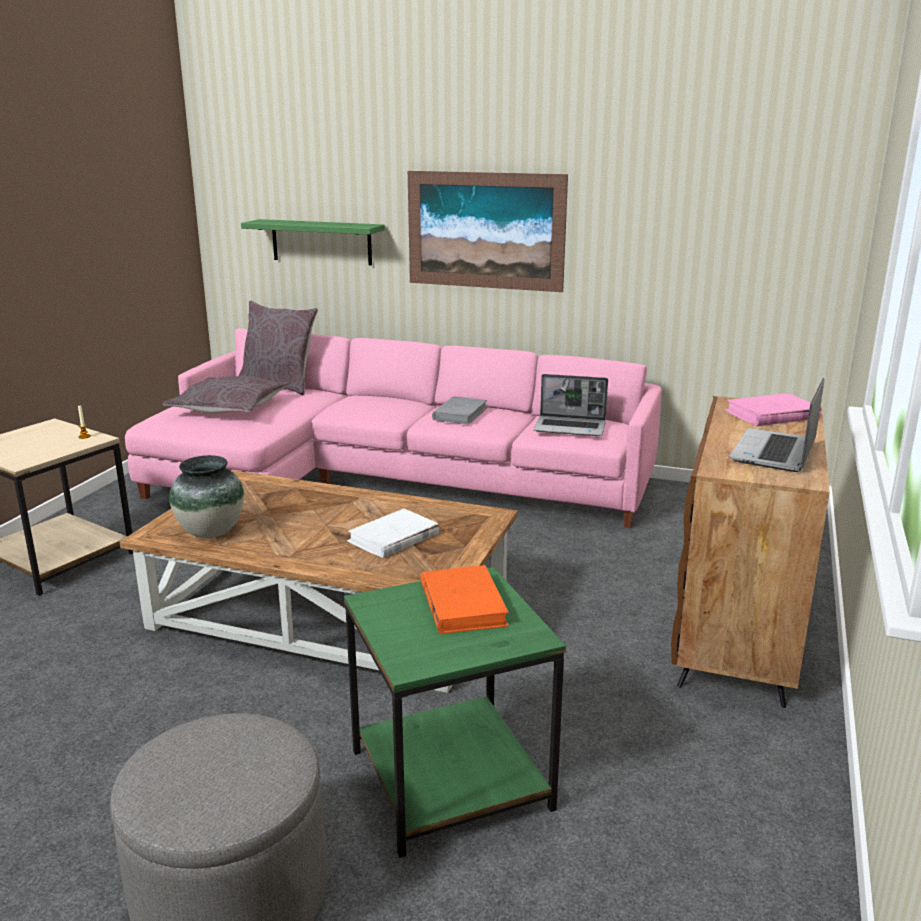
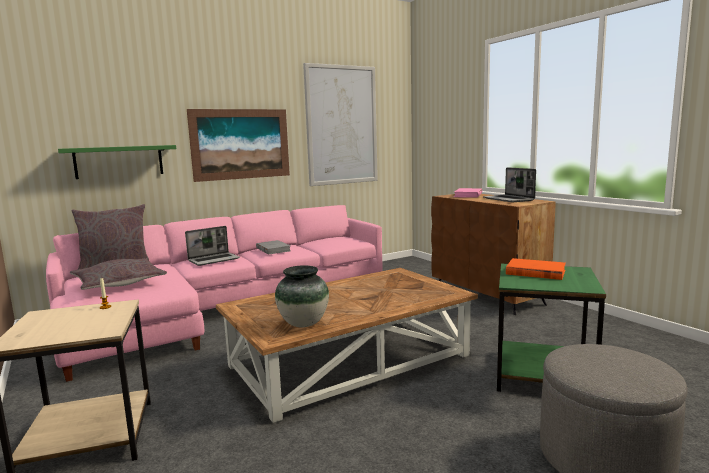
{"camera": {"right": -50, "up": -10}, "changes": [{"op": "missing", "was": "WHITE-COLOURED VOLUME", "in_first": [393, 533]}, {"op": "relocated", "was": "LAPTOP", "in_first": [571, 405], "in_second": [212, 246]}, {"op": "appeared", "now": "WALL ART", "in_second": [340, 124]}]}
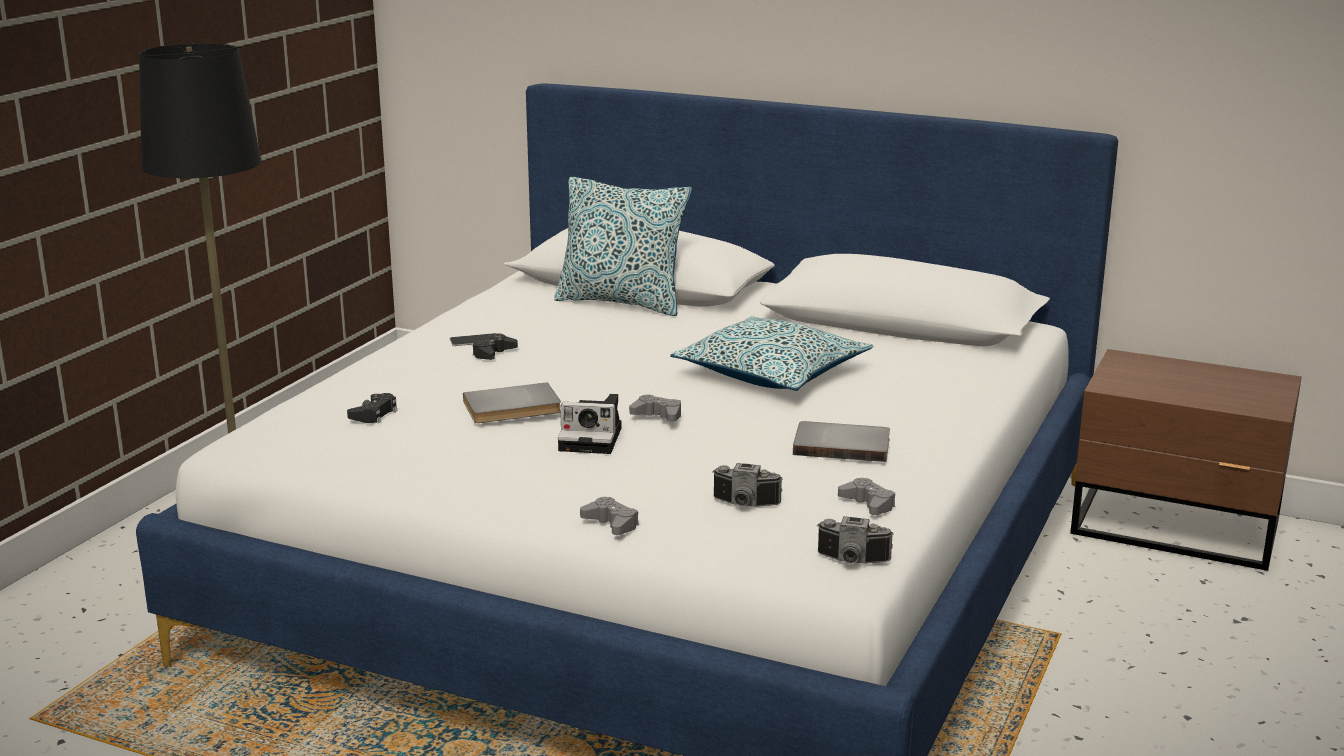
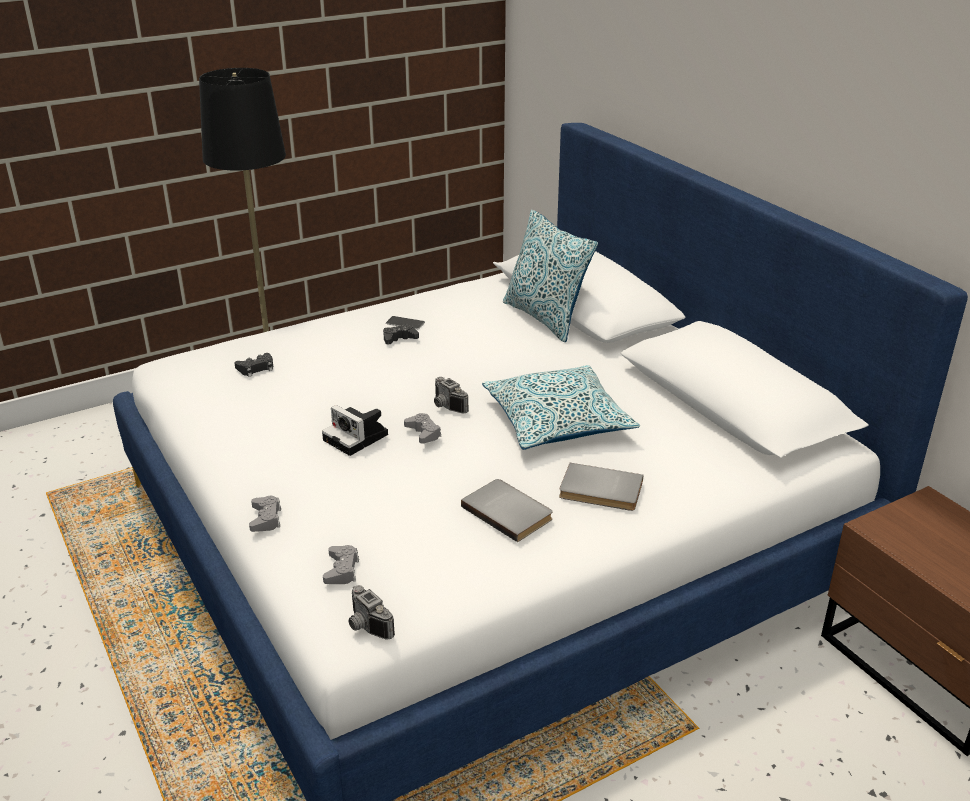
{"camera": {"right": 35, "up": 10}, "changes": [{"op": "relocated", "was": "GREYISH VOLUME", "in_first": [512, 402], "in_second": [601, 487]}, {"op": "relocated", "was": "STILL CAMERA", "in_first": [747, 485], "in_second": [451, 395]}, {"op": "relocated", "was": "GREYISH GAMEPAD", "in_first": [866, 496], "in_second": [341, 564]}]}
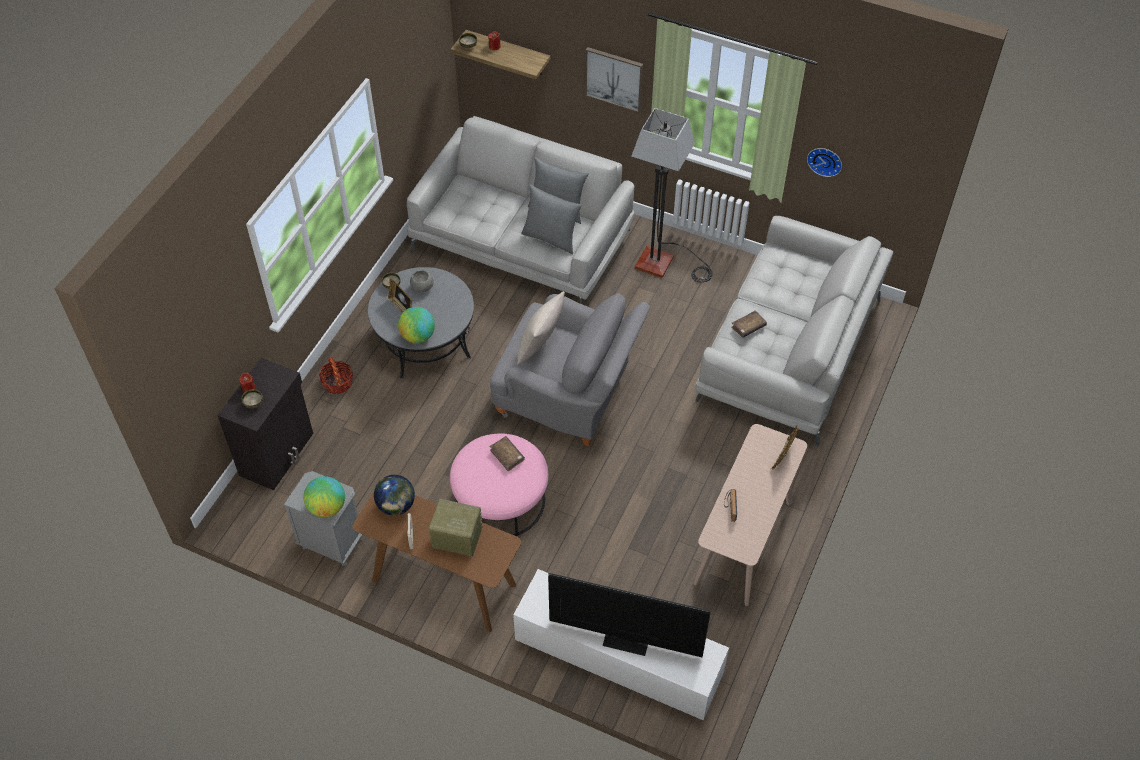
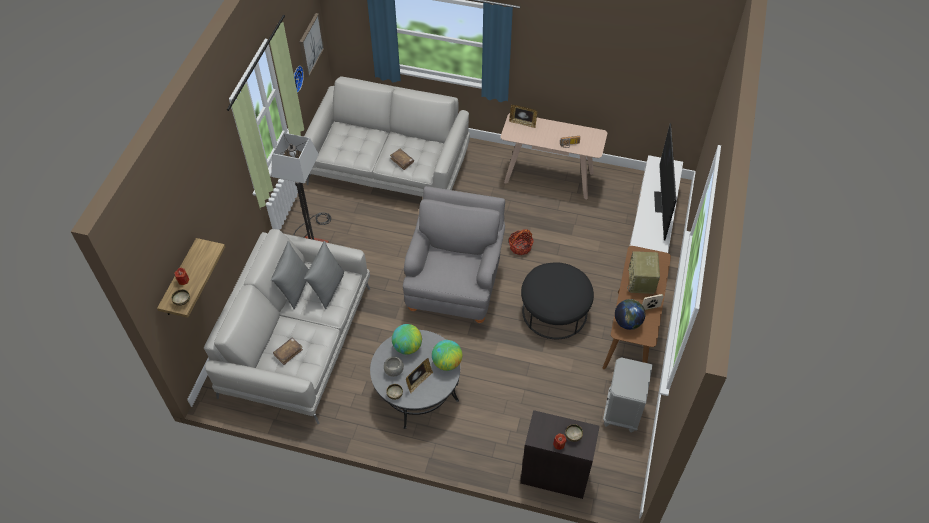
{"camera": {"right": -100, "up": 0}, "changes": [{"op": "relocated", "was": "WORLD GLOBE", "in_first": [324, 497], "in_second": [407, 339]}, {"op": "relocated", "was": "HOUSEHOLD BASKET", "in_first": [336, 375], "in_second": [521, 242]}, {"op": "colour", "was": "PINK-COLOURED OTTOMAN", "now": "BLACKISH OTTOMAN", "in_first": [499, 484], "in_second": [557, 300]}, {"op": "relocated", "was": "BROWN-COLOURED VOLUME", "in_first": [507, 454], "in_second": [288, 351]}, {"op": "missing", "was": "SAND-COLOURED PILLOW", "in_first": [541, 328]}, {"op": "relocated", "was": "WALL ART", "in_first": [614, 80], "in_second": [312, 45]}]}
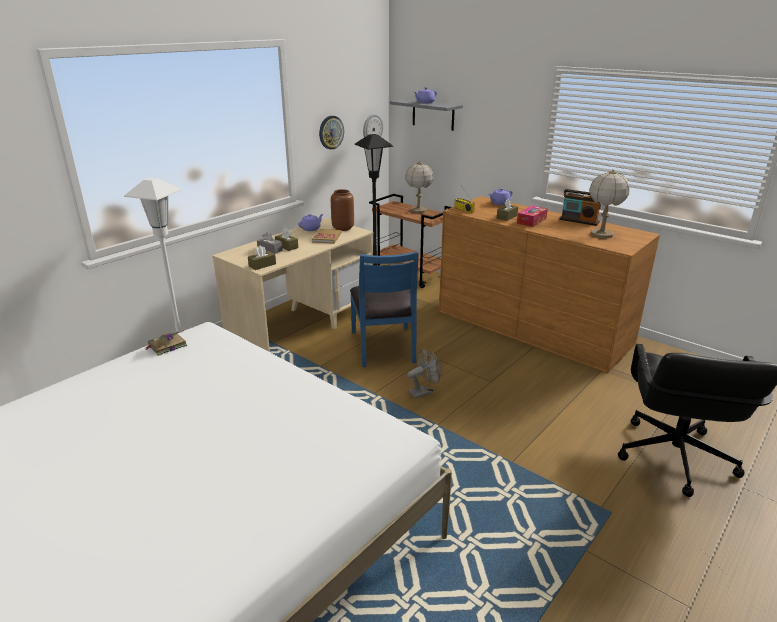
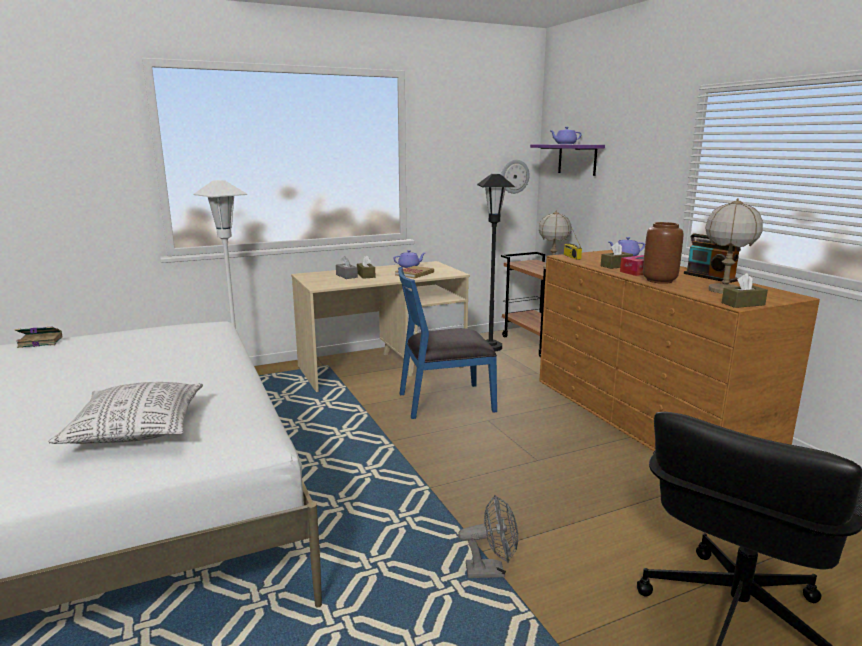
{"camera": {"right": 25, "up": -10}, "changes": [{"op": "relocated", "was": "VOLUME", "in_first": [166, 343], "in_second": [38, 337]}, {"op": "relocated", "was": "BROWN-COLOURED BOX OF TISSUES", "in_first": [262, 257], "in_second": [745, 290]}, {"op": "missing", "was": "WALL CLOCK", "in_first": [331, 133]}, {"op": "relocated", "was": "BROWN-COLOURED FLOWER VASE", "in_first": [342, 210], "in_second": [663, 253]}, {"op": "spun", "was": "BLUISH CHAIR", "in_first": [384, 309], "in_second": [447, 343], "clockwise": 60}, {"op": "colour", "was": "GREYISH BRACKET SHELF", "now": "PURPLE-COLOURED BRACKET SHELF", "in_first": [426, 115], "in_second": [567, 160]}, {"op": "relocated", "was": "GREYISH FAN", "in_first": [424, 374], "in_second": [488, 536]}, {"op": "appeared", "now": "PILLOW", "in_second": [125, 413]}]}
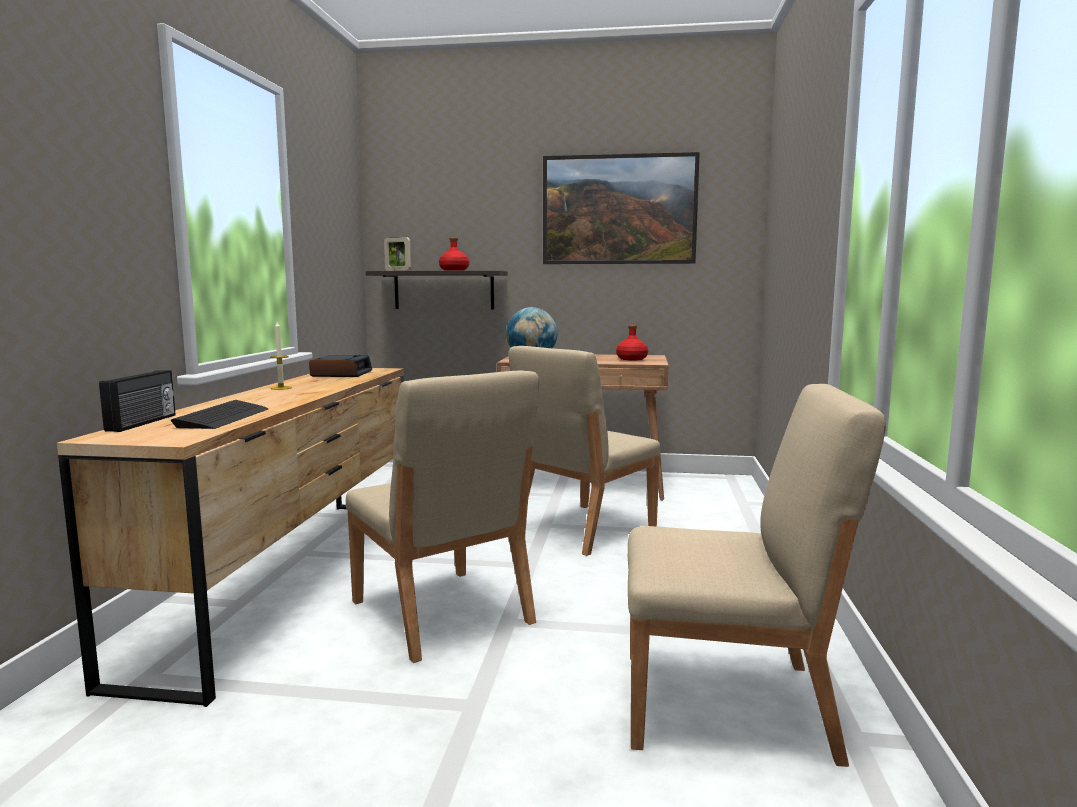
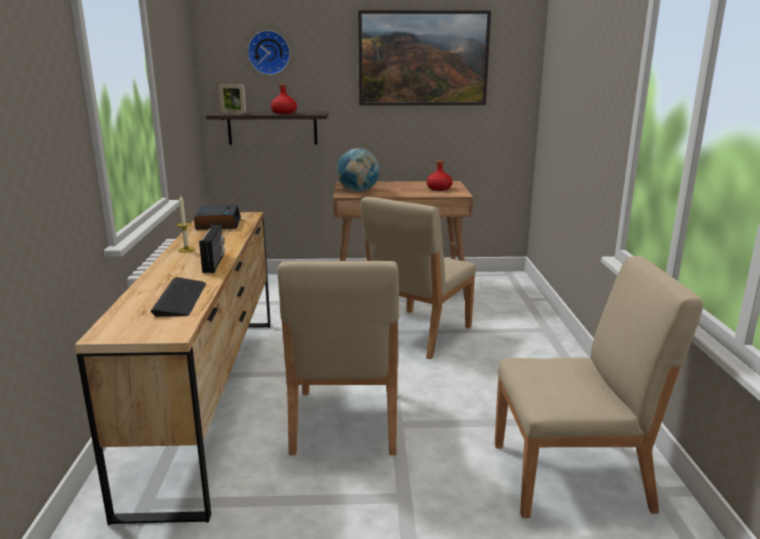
{"camera": {"right": -10, "up": 10}, "changes": [{"op": "relocated", "was": "RADIO", "in_first": [137, 401], "in_second": [212, 249]}, {"op": "spun", "was": "SAND-COLOURED CHAIR", "in_first": [442, 517], "in_second": [338, 358], "clockwise": 45}, {"op": "appeared", "now": "WALL CLOCK", "in_second": [269, 52]}]}
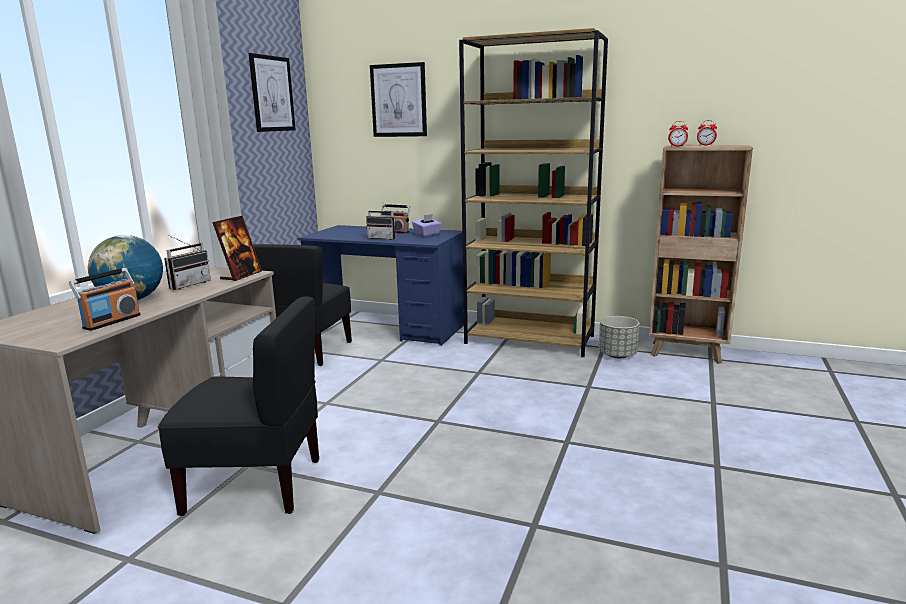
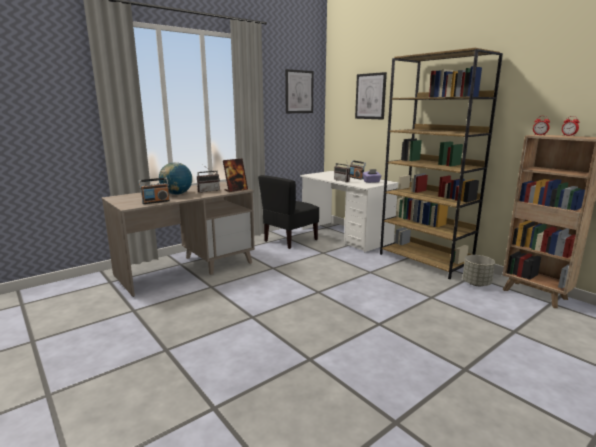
{"camera": {"right": 30, "up": 0}, "changes": [{"op": "missing", "was": "BLACKISH CHAIR", "in_first": [238, 406]}, {"op": "colour", "was": "BLUISH DESK", "now": "WHITE-COLOURED DESK", "in_first": [381, 285], "in_second": [349, 211]}]}
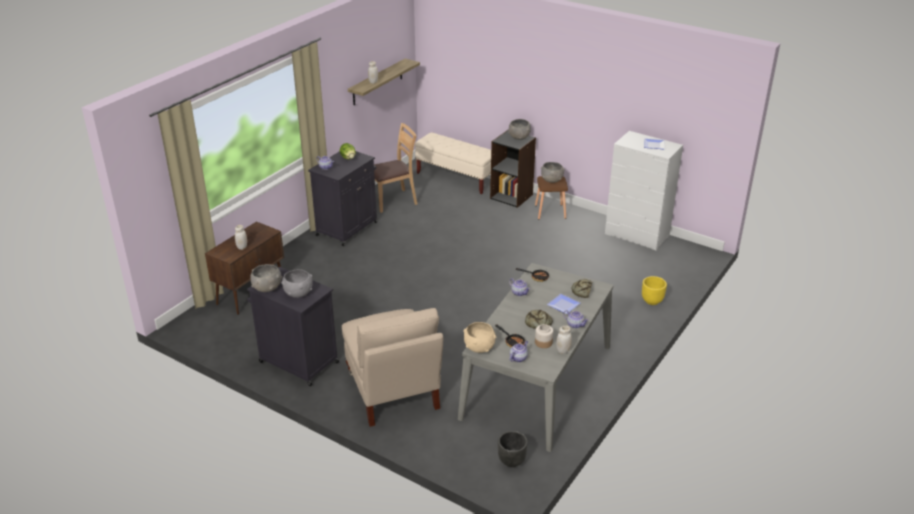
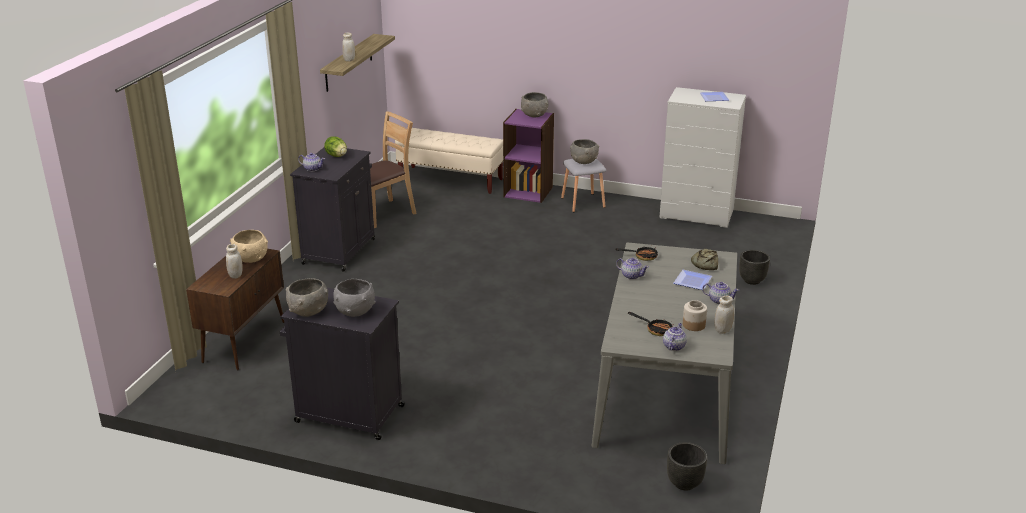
{"camera": {"right": -15, "up": -5}, "changes": [{"op": "missing", "was": "SAND-COLOURED CHAIR", "in_first": [392, 367]}, {"op": "relocated", "was": "SAND-COLOURED DEEP DISH", "in_first": [479, 337], "in_second": [249, 246]}, {"op": "colour", "was": "BLACKISH SHELVING UNIT", "now": "PURPLE-COLOURED SHELVING UNIT", "in_first": [513, 169], "in_second": [528, 156]}, {"op": "missing", "was": "BREAD", "in_first": [539, 319]}, {"op": "colour", "was": "BROWN-COLOURED SITTING STOOL", "now": "GREYISH SITTING STOOL", "in_first": [551, 198], "in_second": [583, 185]}, {"op": "colour", "was": "YELLOW PLANTER", "now": "BLACKISH PLANTER", "in_first": [654, 290], "in_second": [754, 267]}]}
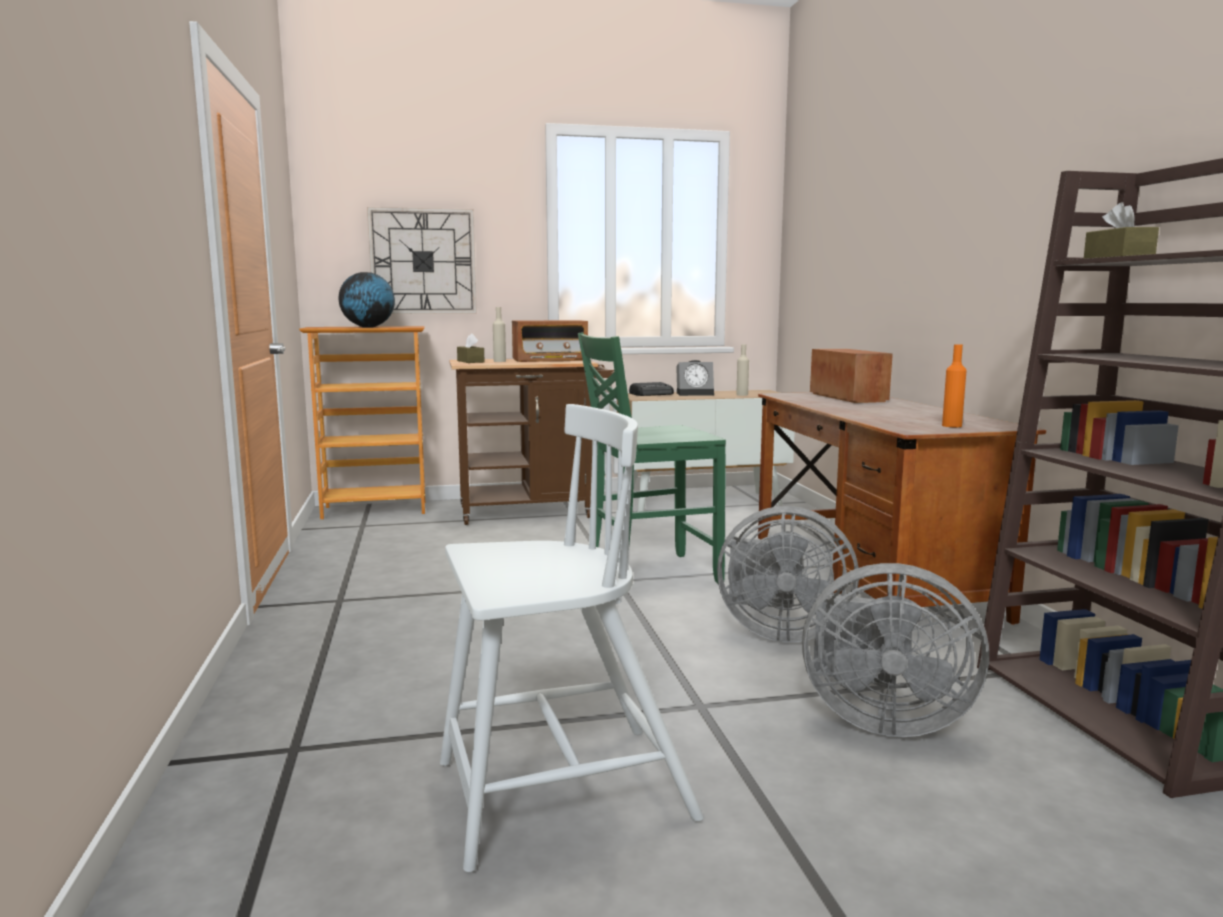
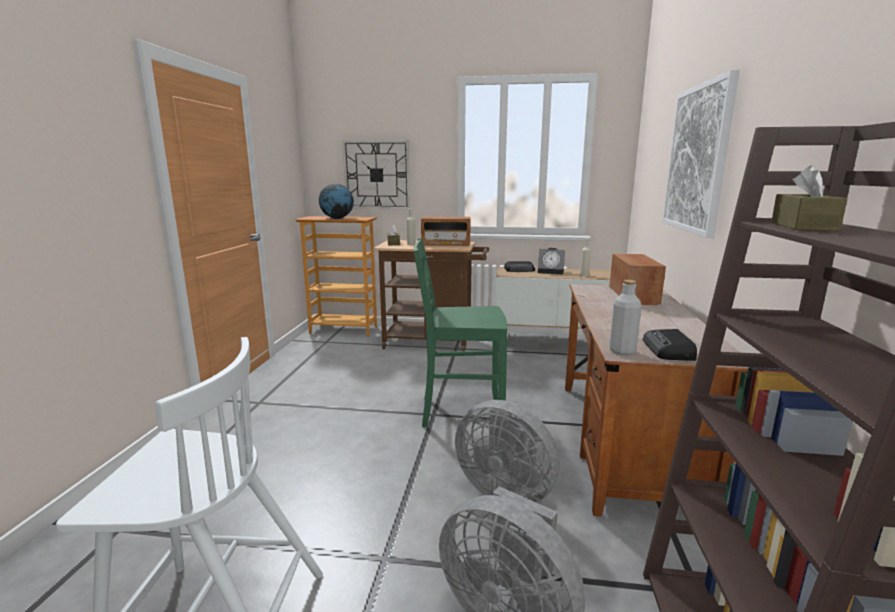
{"camera": {"right": 20, "up": 5}, "changes": [{"op": "exchanged", "was": "ORANGEY BEVERAGE BOTTLE", "now": "RADIO", "in_first": [954, 385], "in_second": [670, 345]}, {"op": "appeared", "now": "GREYISH BEVERAGE BOTTLE", "in_second": [625, 317]}, {"op": "appeared", "now": "WALL ART", "in_second": [701, 154]}]}
